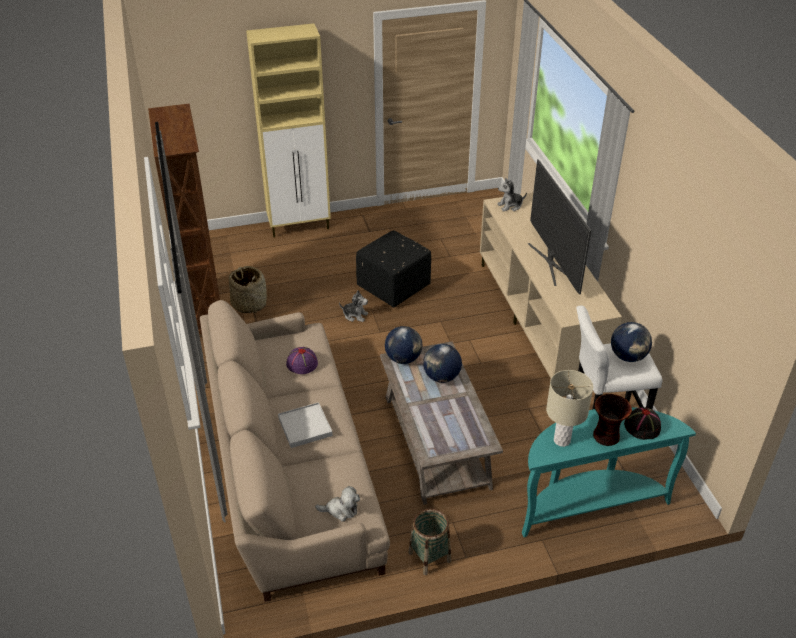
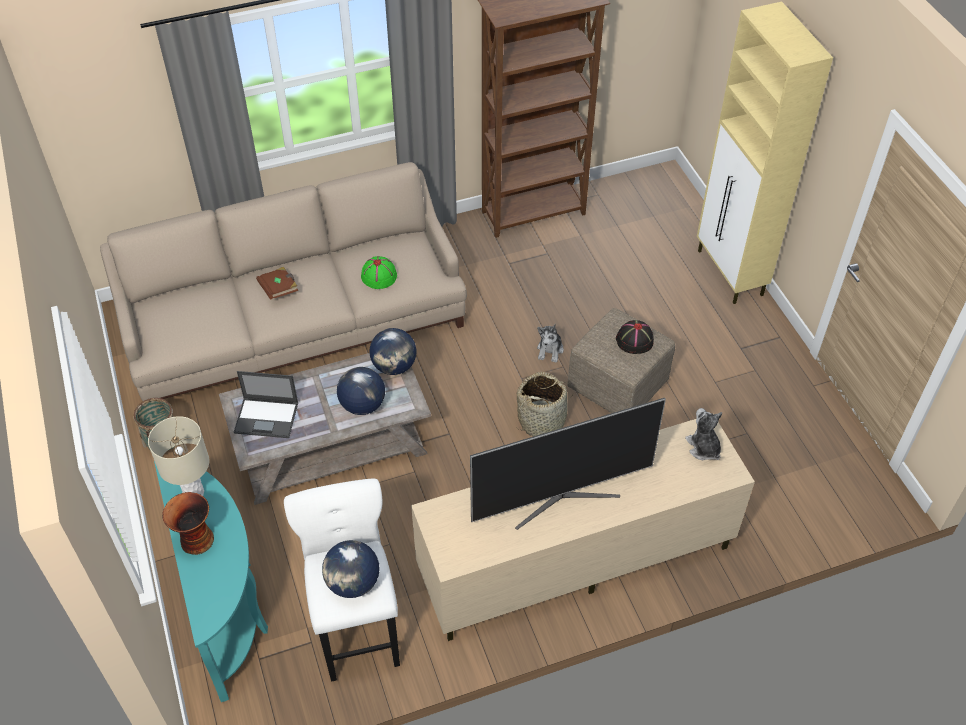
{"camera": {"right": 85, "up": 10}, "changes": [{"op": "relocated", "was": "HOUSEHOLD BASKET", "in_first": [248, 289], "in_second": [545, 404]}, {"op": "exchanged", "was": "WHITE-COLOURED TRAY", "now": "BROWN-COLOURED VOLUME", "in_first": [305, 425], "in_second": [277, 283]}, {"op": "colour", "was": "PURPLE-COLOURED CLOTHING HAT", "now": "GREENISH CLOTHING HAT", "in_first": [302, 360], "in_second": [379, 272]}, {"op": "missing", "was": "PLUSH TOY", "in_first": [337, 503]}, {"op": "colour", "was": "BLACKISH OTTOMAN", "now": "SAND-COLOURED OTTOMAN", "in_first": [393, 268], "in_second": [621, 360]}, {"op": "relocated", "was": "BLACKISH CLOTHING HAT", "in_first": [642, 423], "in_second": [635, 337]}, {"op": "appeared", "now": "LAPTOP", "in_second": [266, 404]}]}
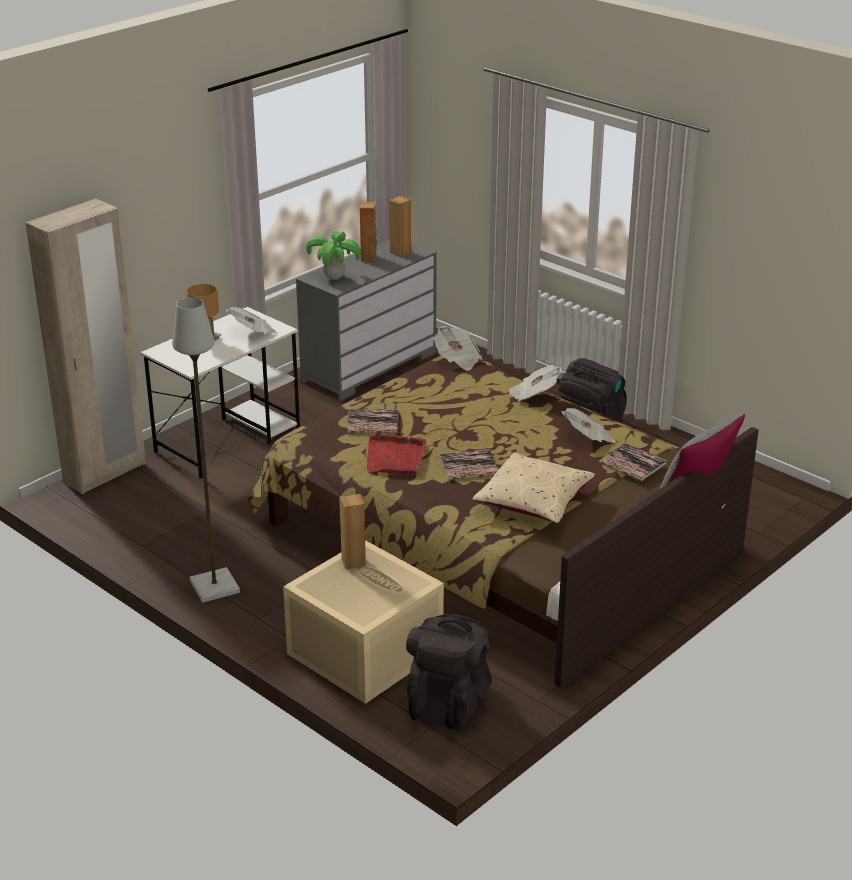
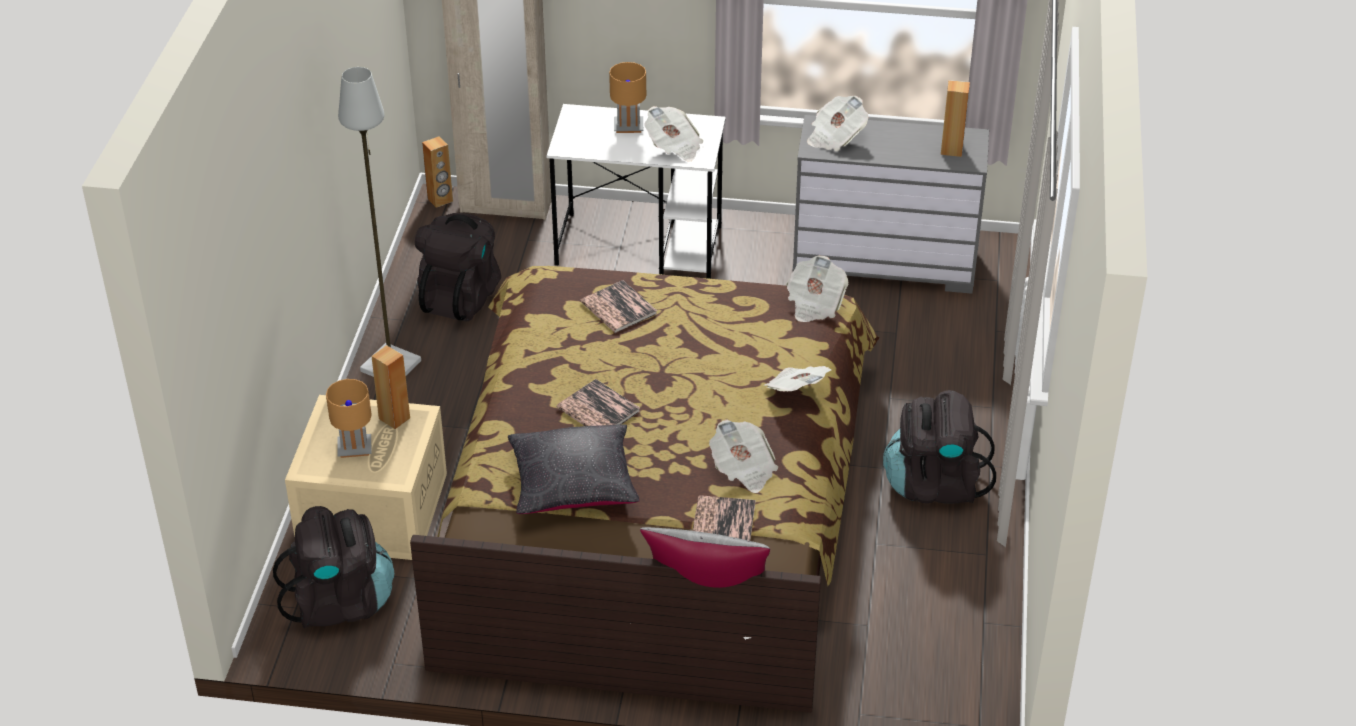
{"camera": {"right": 55, "up": 10}, "changes": [{"op": "exchanged", "was": "HOUSEPLANT", "now": "DAILY PAPER", "in_first": [333, 255], "in_second": [837, 123]}, {"op": "relocated", "was": "BROWN-COLOURED LOUDSPEAKER", "in_first": [368, 232], "in_second": [437, 172]}, {"op": "missing", "was": "RED-COLOURED TRAY", "in_first": [396, 454]}, {"op": "colour", "was": "SAND-COLOURED PILLOW", "now": "BLACKISH PILLOW", "in_first": [533, 488], "in_second": [574, 469]}, {"op": "appeared", "now": "BROWN-COLOURED TABLE LAMP", "in_second": [349, 418]}, {"op": "appeared", "now": "BLACKISH BACKPACK", "in_second": [458, 267]}]}
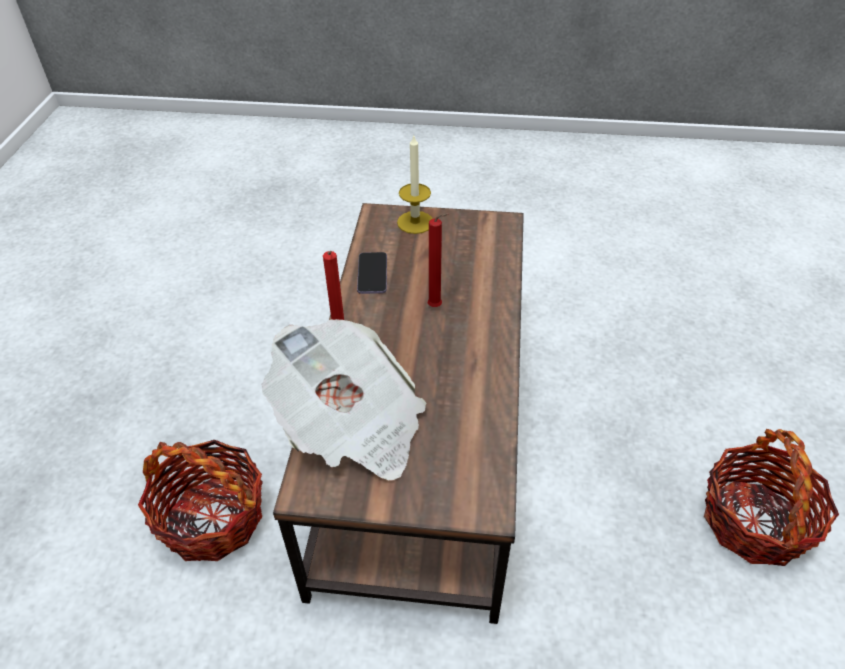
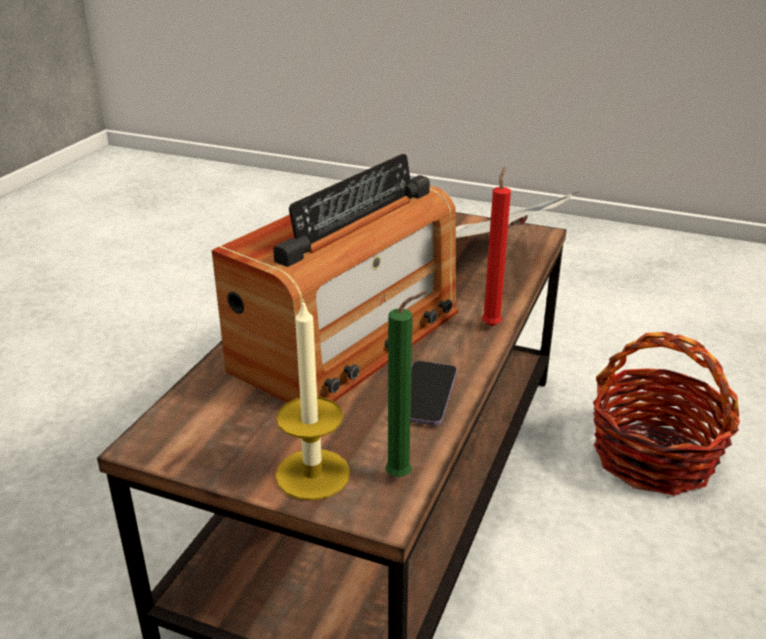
{"camera": {"right": -165, "up": -15}, "changes": [{"op": "exchanged", "was": "RED-COLOURED CANDLE", "now": "RADIO", "in_first": [438, 260], "in_second": [335, 278]}, {"op": "missing", "was": "HOUSEHOLD BASKET", "in_first": [771, 497]}, {"op": "appeared", "now": "GREENISH CANDLE", "in_second": [405, 384]}]}
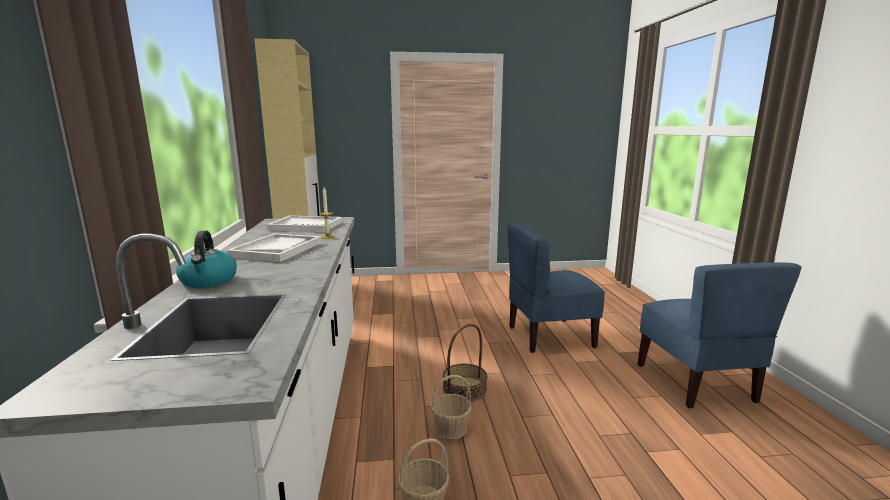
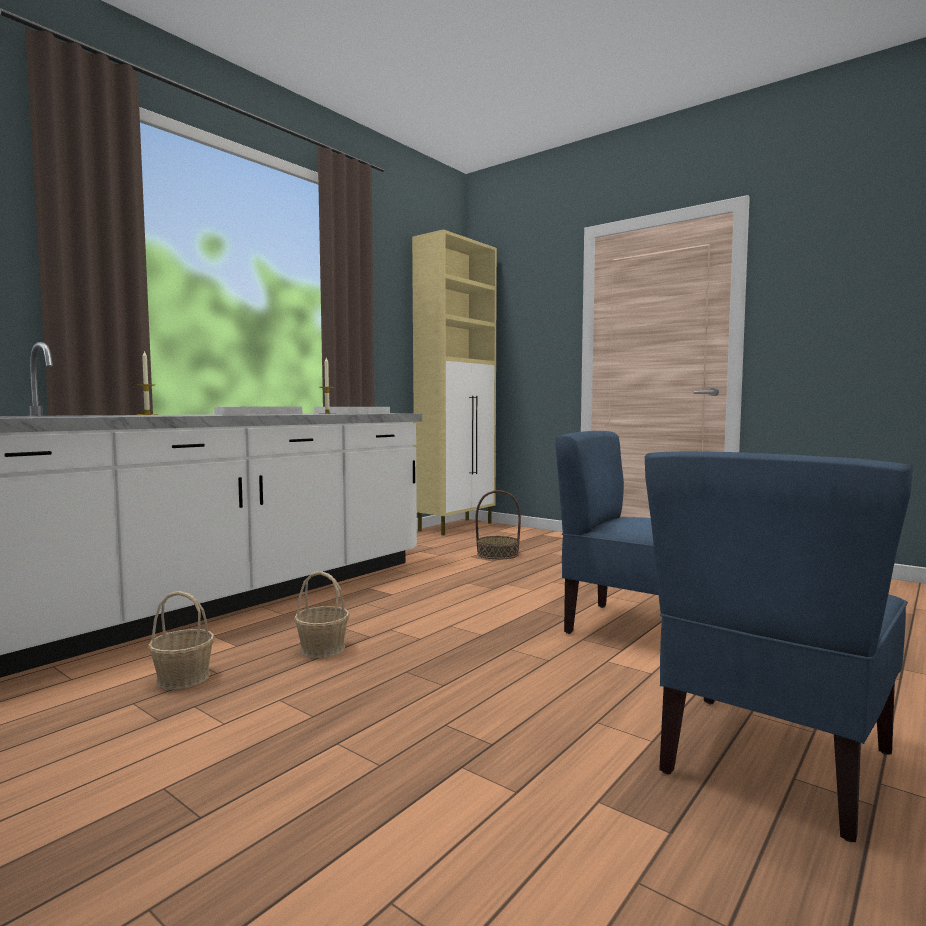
{"camera": {"right": 45, "up": -10}, "changes": [{"op": "exchanged", "was": "TEA KETTLE", "now": "CANDLE", "in_first": [206, 259], "in_second": [147, 382]}, {"op": "relocated", "was": "HOUSEHOLD BASKET", "in_first": [465, 362], "in_second": [498, 524]}]}
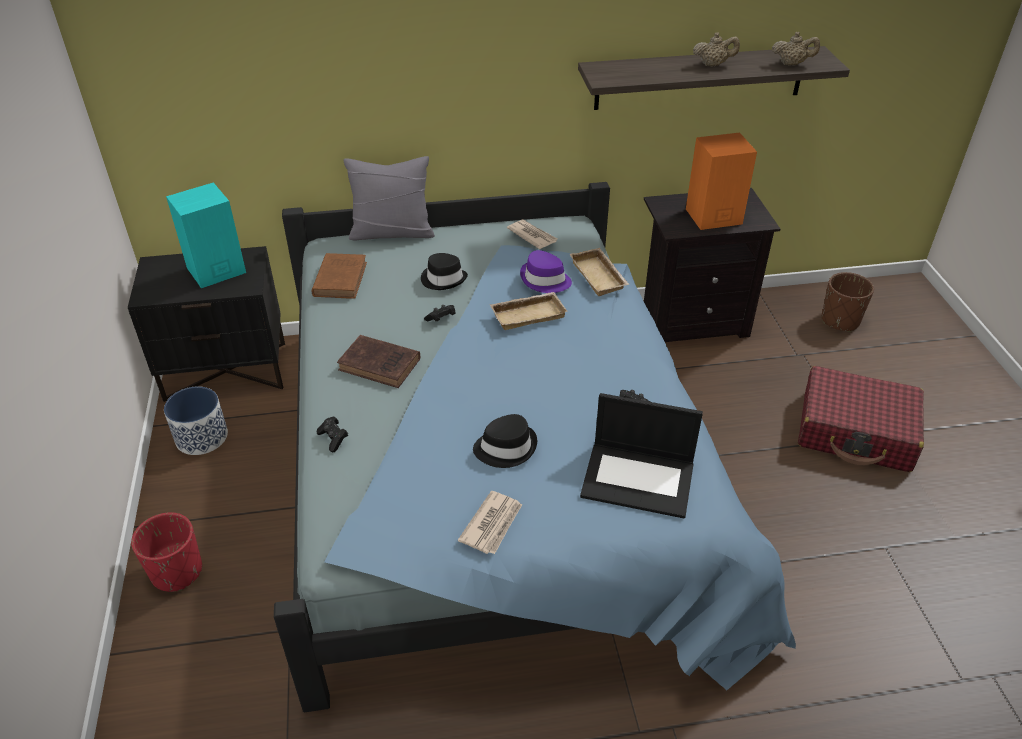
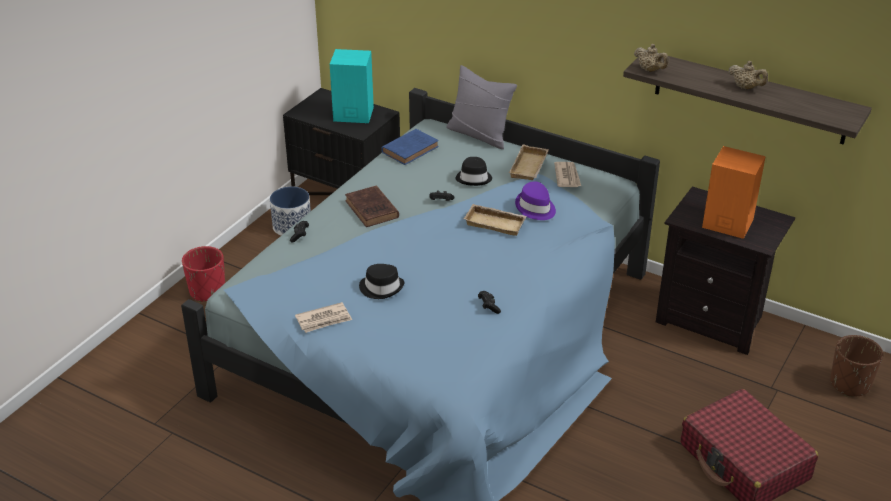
{"camera": {"right": 40, "up": -5}, "changes": [{"op": "colour", "was": "BROWN-COLOURED VOLUME", "now": "BLUISH VOLUME", "in_first": [339, 276], "in_second": [410, 147]}, {"op": "relocated", "was": "SAND-COLOURED TRAY", "in_first": [599, 272], "in_second": [529, 162]}, {"op": "missing", "was": "LAPTOP", "in_first": [641, 456]}, {"op": "relocated", "was": "SAND-COLOURED TEA POT", "in_first": [796, 49], "in_second": [651, 58]}]}
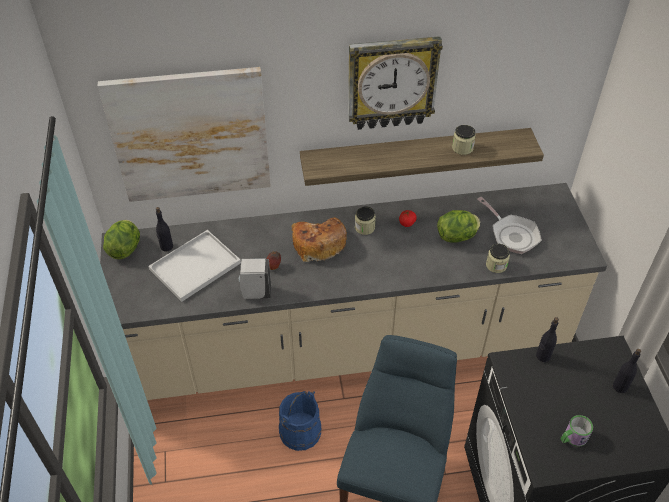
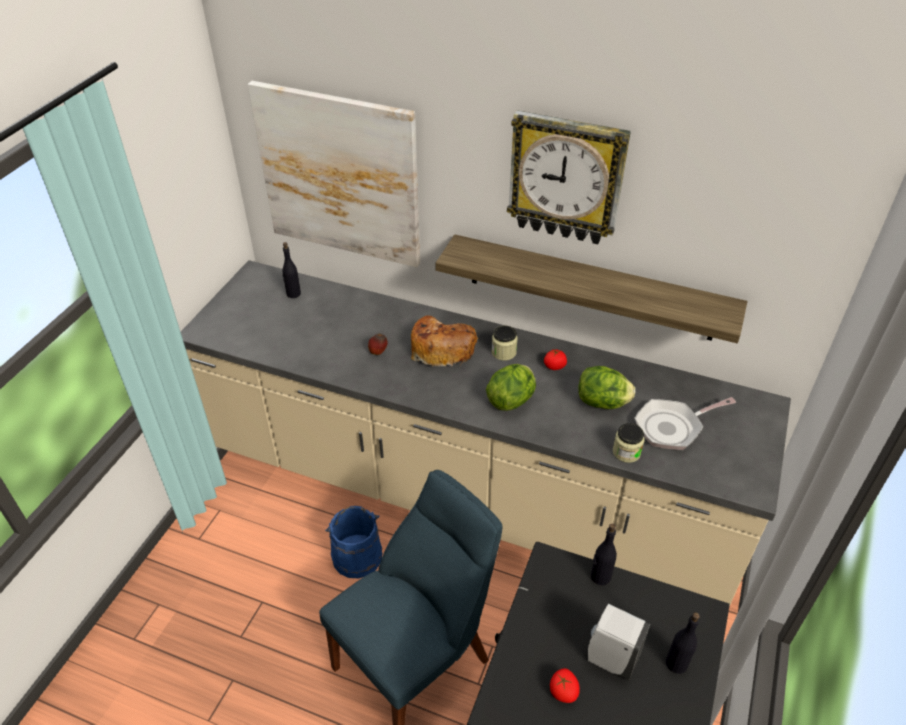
{"camera": {"right": 30, "up": -5}, "changes": [{"op": "relocated", "was": "LETTUCE HEAD", "in_first": [121, 239], "in_second": [511, 387]}, {"op": "missing", "was": "WHITE-COLOURED TRAY", "in_first": [195, 266]}, {"op": "relocated", "was": "WHITE-COLOURED SOAP DISPENSER", "in_first": [255, 279], "in_second": [619, 642]}, {"op": "missing", "was": "STORAGE JAR", "in_first": [464, 140]}, {"op": "spun", "was": "FRYING PAN", "in_first": [509, 225], "in_second": [685, 423], "clockwise": 75}, {"op": "exchanged", "was": "COFFEE MUG", "now": "TOMATO", "in_first": [577, 431], "in_second": [565, 685]}]}
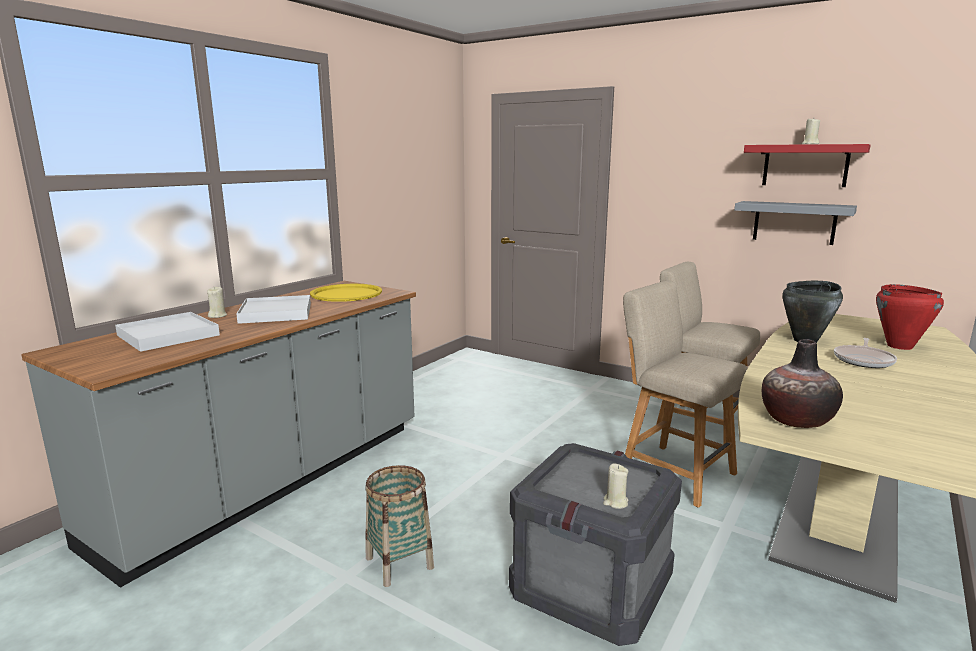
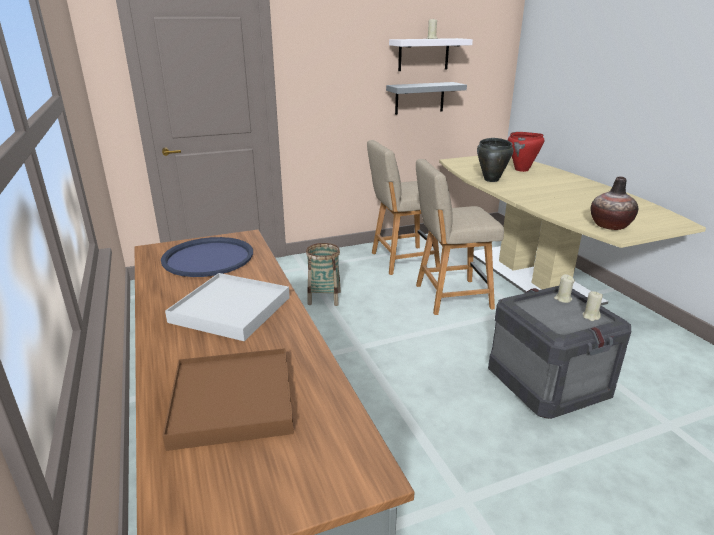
{"camera": {"right": -55, "up": 10}, "changes": [{"op": "colour", "was": "WHITE-COLOURED TRAY", "now": "BROWN-COLOURED TRAY", "in_first": [167, 332], "in_second": [228, 399]}, {"op": "relocated", "was": "SAND-COLOURED CANDLE", "in_first": [217, 302], "in_second": [564, 288]}, {"op": "colour", "was": "YELLOW TRAY", "now": "BLUISH TRAY", "in_first": [346, 293], "in_second": [207, 257]}, {"op": "relocated", "was": "HOUSEHOLD BASKET", "in_first": [399, 526], "in_second": [323, 274]}, {"op": "colour", "was": "RED-COLOURED BRACKET SHELF", "now": "WHITE-COLOURED BRACKET SHELF", "in_first": [807, 165], "in_second": [431, 54]}, {"op": "missing", "was": "FRYING PAN", "in_first": [865, 353]}]}
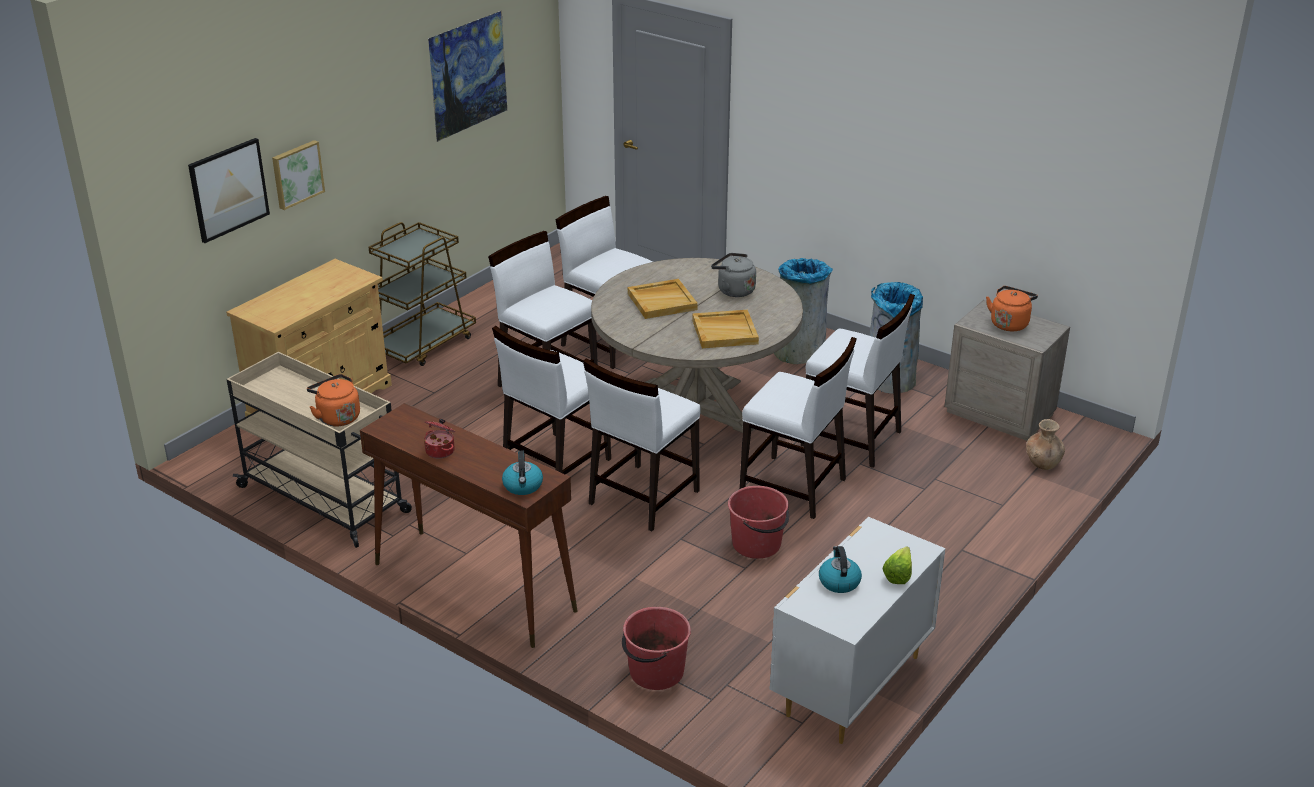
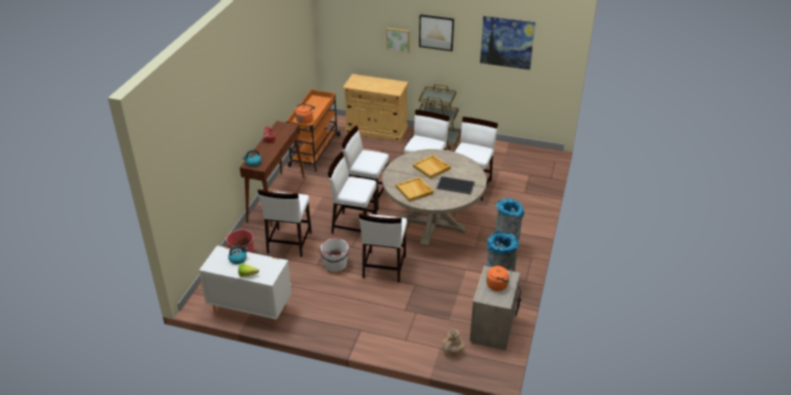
{"camera": {"right": 70, "up": 5}, "changes": [{"op": "relocated", "was": "WALL ART", "in_first": [229, 190], "in_second": [436, 32]}, {"op": "colour", "was": "SAND-COLOURED CART", "now": "ORANGEY CART", "in_first": [319, 450], "in_second": [313, 130]}, {"op": "exchanged", "was": "GREYISH TEA KETTLE", "now": "TRAY", "in_first": [733, 275], "in_second": [455, 185]}, {"op": "colour", "was": "RED-COLOURED PAIL", "now": "WHITE-COLOURED PAIL", "in_first": [758, 522], "in_second": [334, 255]}, {"op": "relocated", "was": "WHITE-COLOURED CHAIR", "in_first": [858, 380], "in_second": [285, 223]}]}
